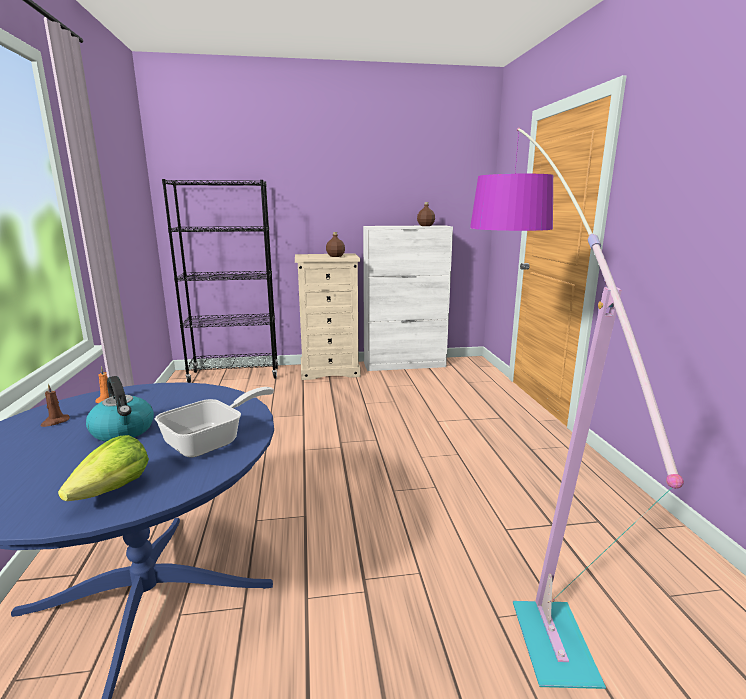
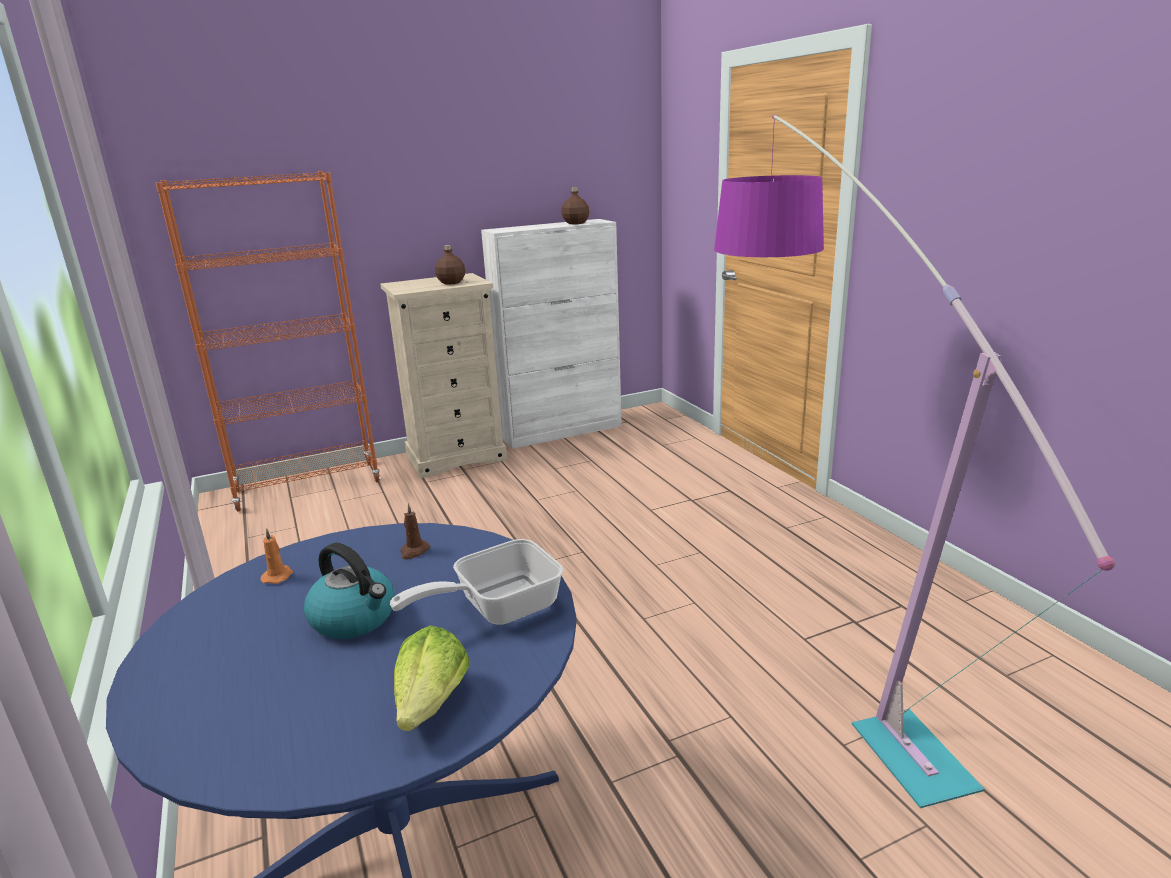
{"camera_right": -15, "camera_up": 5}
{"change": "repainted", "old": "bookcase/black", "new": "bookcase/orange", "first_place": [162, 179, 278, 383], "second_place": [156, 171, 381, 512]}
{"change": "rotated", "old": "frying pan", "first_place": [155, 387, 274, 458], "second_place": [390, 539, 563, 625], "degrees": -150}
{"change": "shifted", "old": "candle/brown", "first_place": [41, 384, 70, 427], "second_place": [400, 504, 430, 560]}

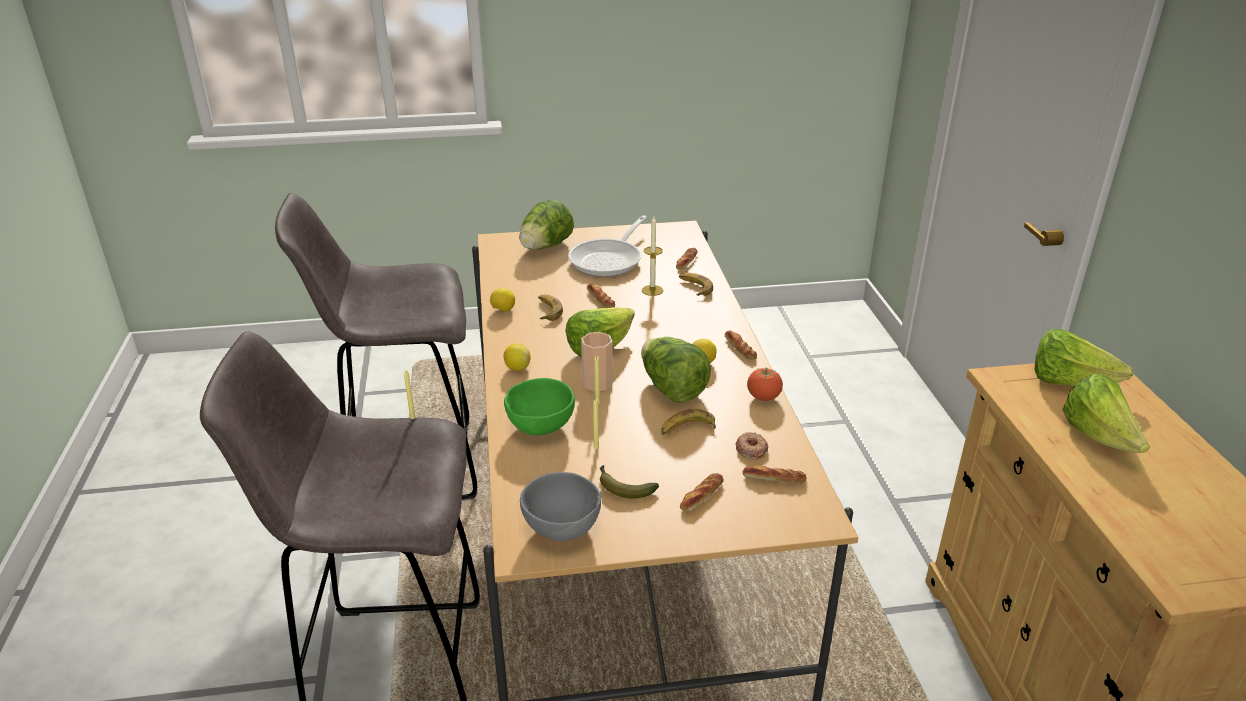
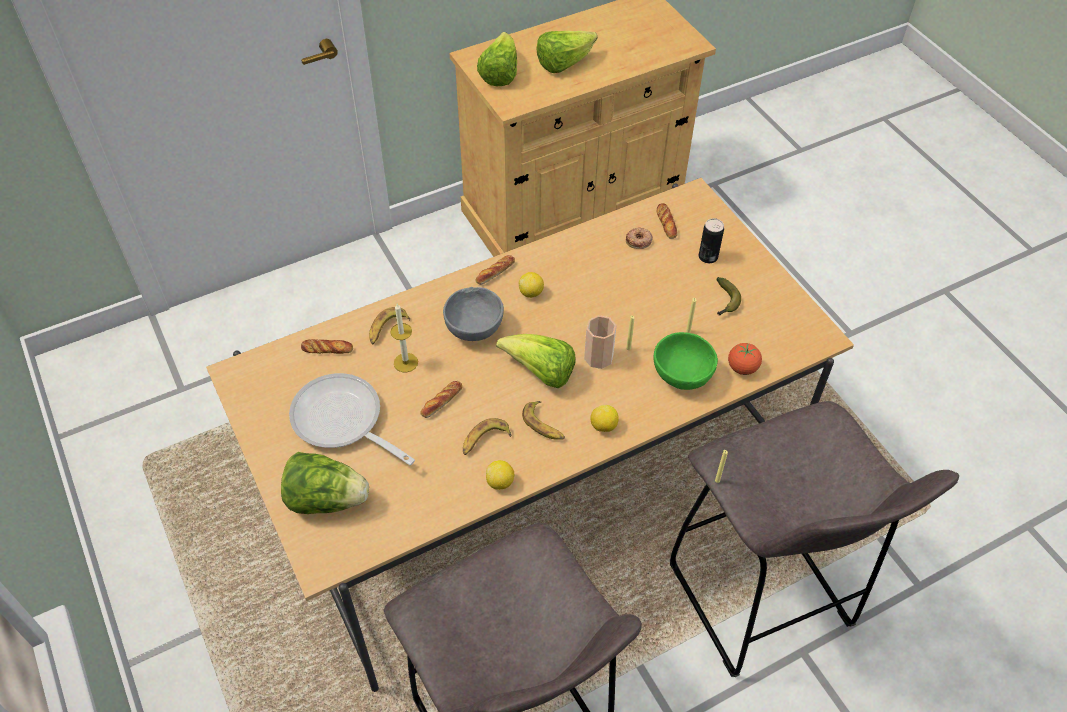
{"camera_right": -110, "camera_up": 20}
{"change": "rotated", "old": "frying pan", "first_place": [568, 215, 647, 277], "second_place": [289, 373, 415, 465], "degrees": -150}
{"change": "shifted", "old": "bowl/grey", "first_place": [520, 472, 601, 541], "second_place": [443, 287, 504, 341]}
{"change": "shifted", "old": "banana", "first_place": [661, 409, 716, 435], "second_place": [522, 401, 565, 440]}
{"change": "swapped", "old": "bread", "new": "can", "first_place": [680, 473, 723, 512], "second_place": [699, 218, 724, 263]}
{"change": "shifted", "old": "tomato", "first_place": [747, 367, 783, 401], "second_place": [728, 343, 762, 375]}
{"change": "gone", "old": "lettuce", "first_place": [641, 337, 711, 403]}

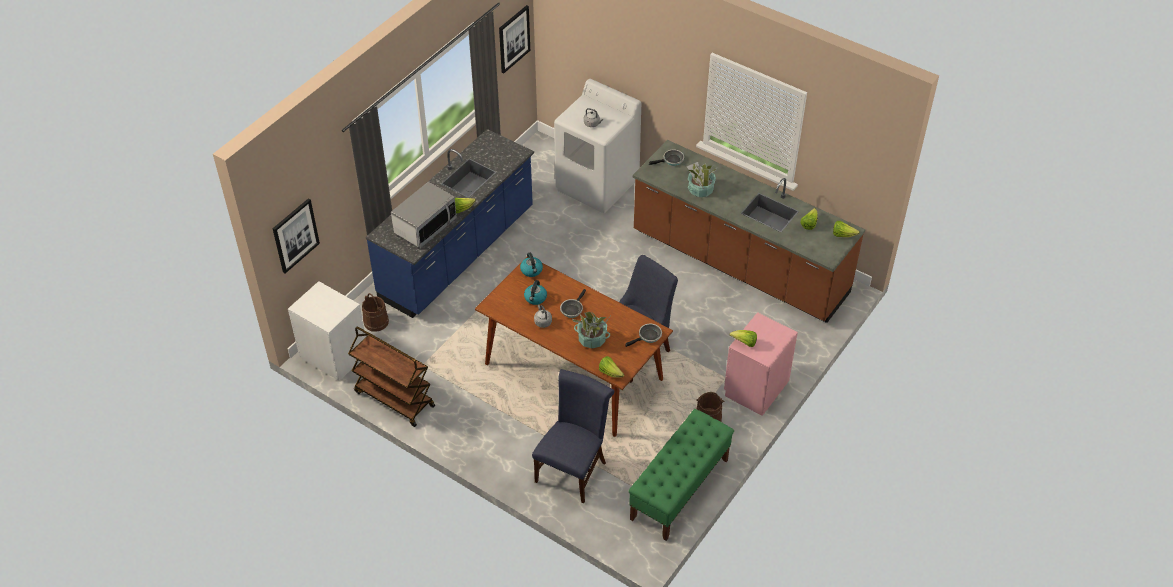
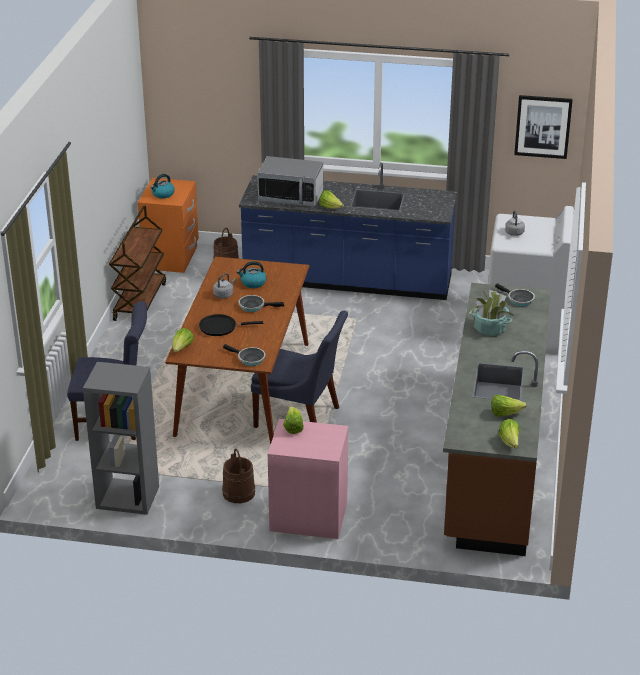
{"camera_right": 65, "camera_up": -15}
{"change": "swapped", "old": "bench/green", "new": "bookcase/grey", "first_place": [629, 409, 734, 541], "second_place": [83, 362, 159, 515]}
{"change": "repainted", "old": "nightstand/white", "new": "nightstand/orange", "first_place": [288, 281, 366, 381], "second_place": [138, 178, 199, 273]}
{"change": "shifted", "old": "kettle", "first_place": [520, 253, 543, 277], "second_place": [150, 174, 175, 199]}
{"change": "swapped", "old": "potted plant", "new": "frying pan/black", "first_place": [572, 312, 610, 348], "second_place": [199, 314, 263, 336]}
{"change": "gone", "old": "picture", "first_place": [272, 198, 320, 273]}

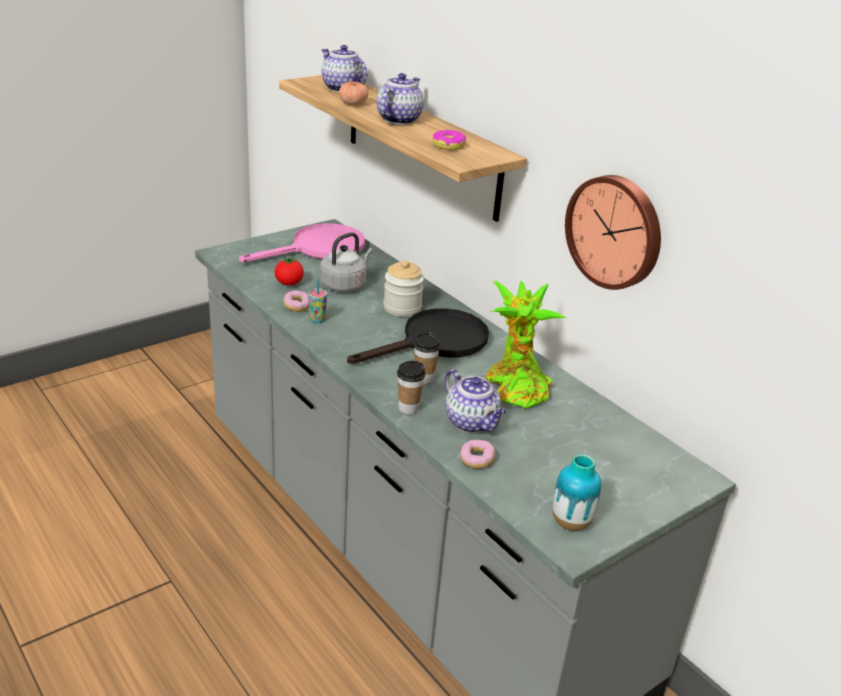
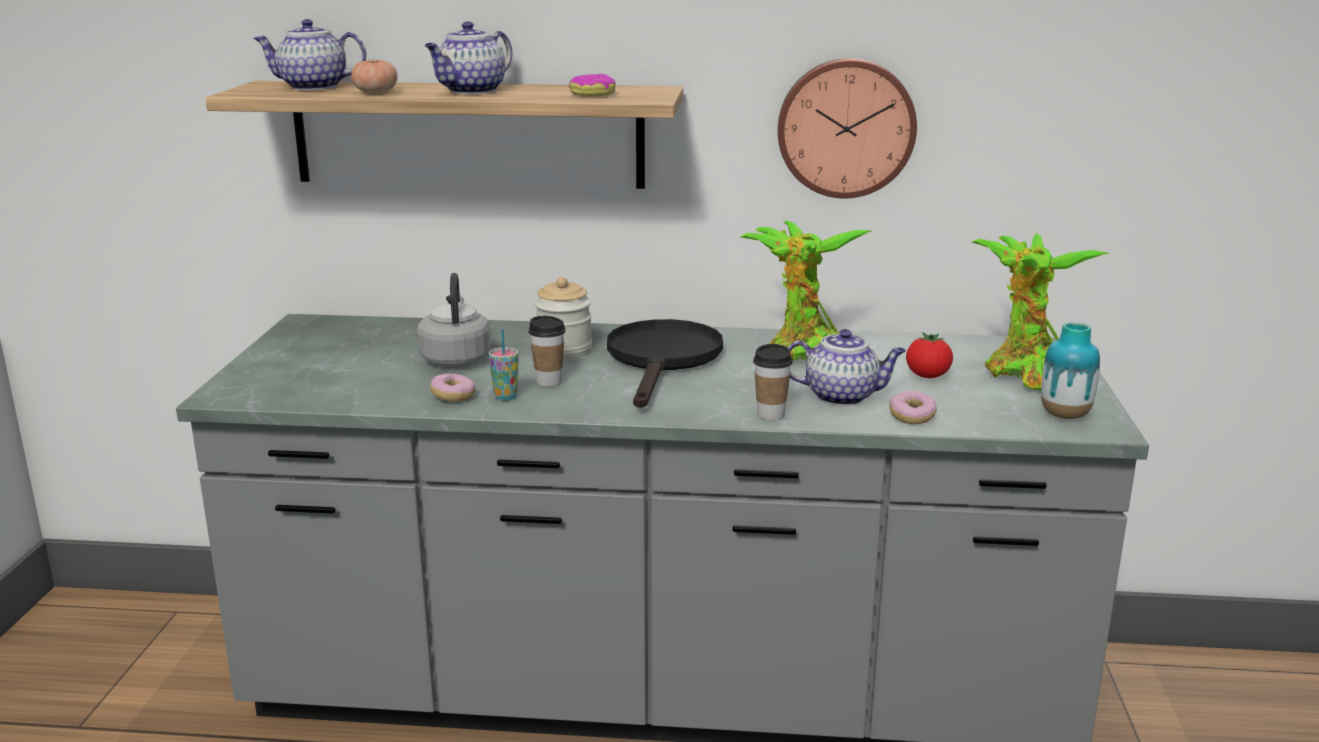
{"camera_right": -45, "camera_up": -10}
{"change": "rotated", "old": "teapot", "first_place": [376, 73, 424, 125], "second_place": [425, 22, 513, 94], "degrees": -120}
{"change": "shifted", "old": "cup", "first_place": [414, 332, 440, 384], "second_place": [529, 315, 565, 386]}
{"change": "shifted", "old": "tomato", "first_place": [275, 256, 304, 286], "second_place": [906, 332, 953, 378]}
{"change": "new", "new": "potted plant", "second_place": [972, 233, 1109, 390]}
{"change": "gone", "old": "frying pan/pink", "first_place": [239, 223, 365, 262]}

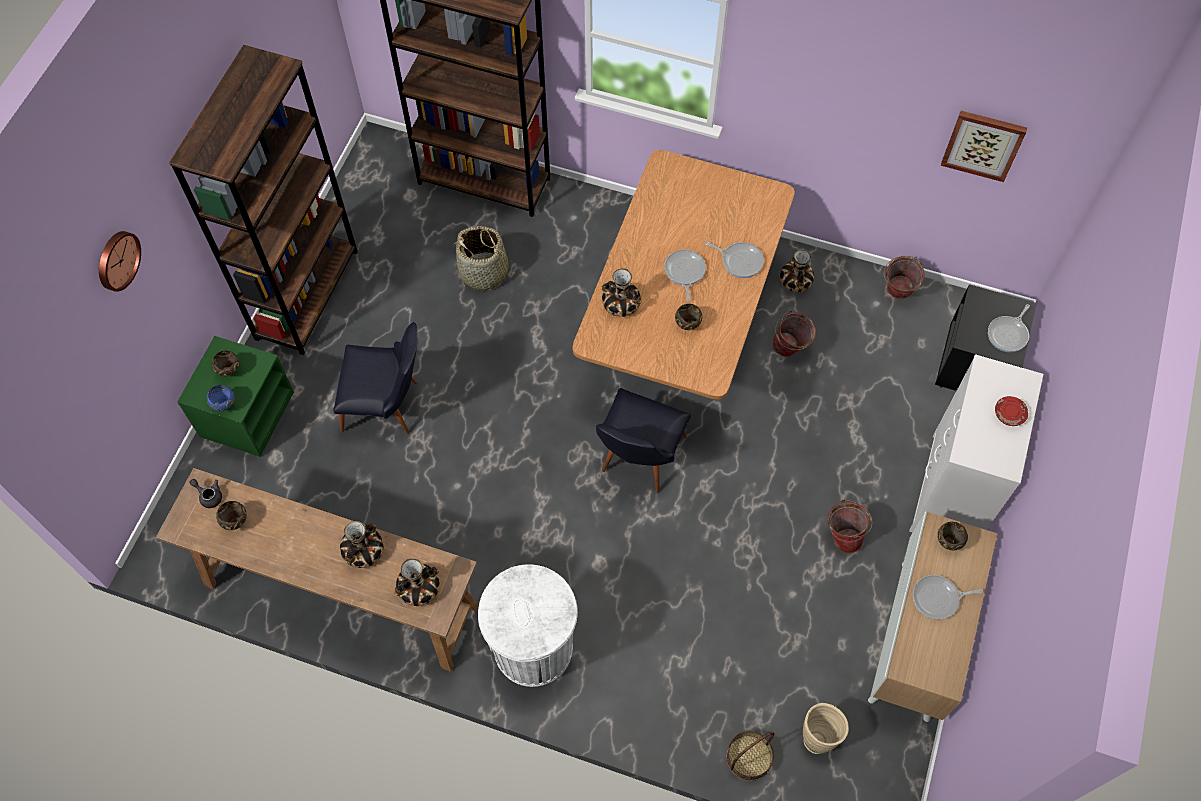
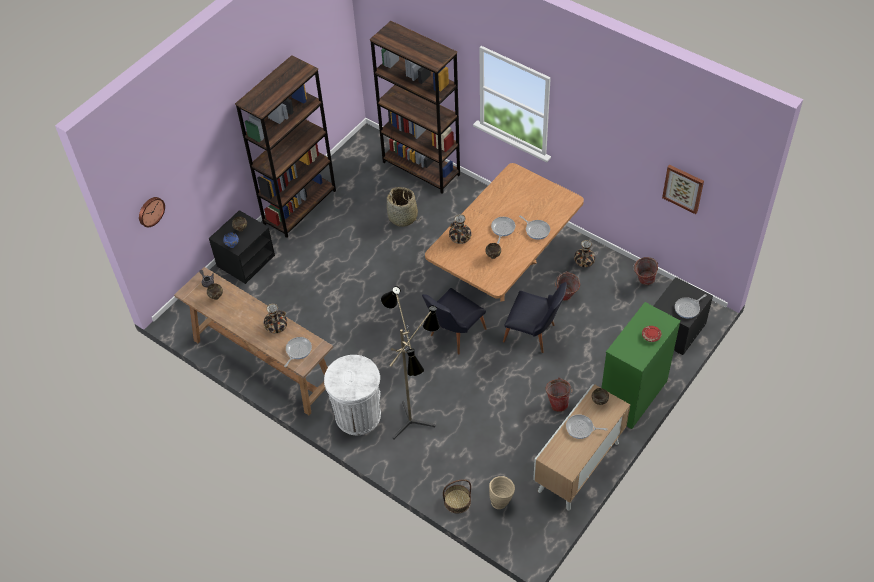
{"camera_right": 20, "camera_up": -10}
{"change": "shifted", "old": "wall clock", "first_place": [99, 231, 141, 292], "second_place": [139, 197, 165, 227]}
{"change": "repainted", "old": "nightstand/green", "new": "nightstand/black", "first_place": [177, 336, 294, 457], "second_place": [209, 210, 275, 284]}
{"change": "swapped", "old": "vase", "new": "frying pan", "first_place": [394, 559, 440, 606], "second_place": [284, 337, 312, 367]}
{"change": "new", "new": "floor lamp", "second_place": [381, 286, 440, 440]}
{"change": "shifted", "old": "chair/black", "first_place": [333, 322, 417, 435], "second_place": [503, 282, 567, 353]}
{"change": "repainted", "old": "dresser/white", "new": "dresser/green", "first_place": [909, 354, 1043, 532], "second_place": [602, 302, 681, 429]}

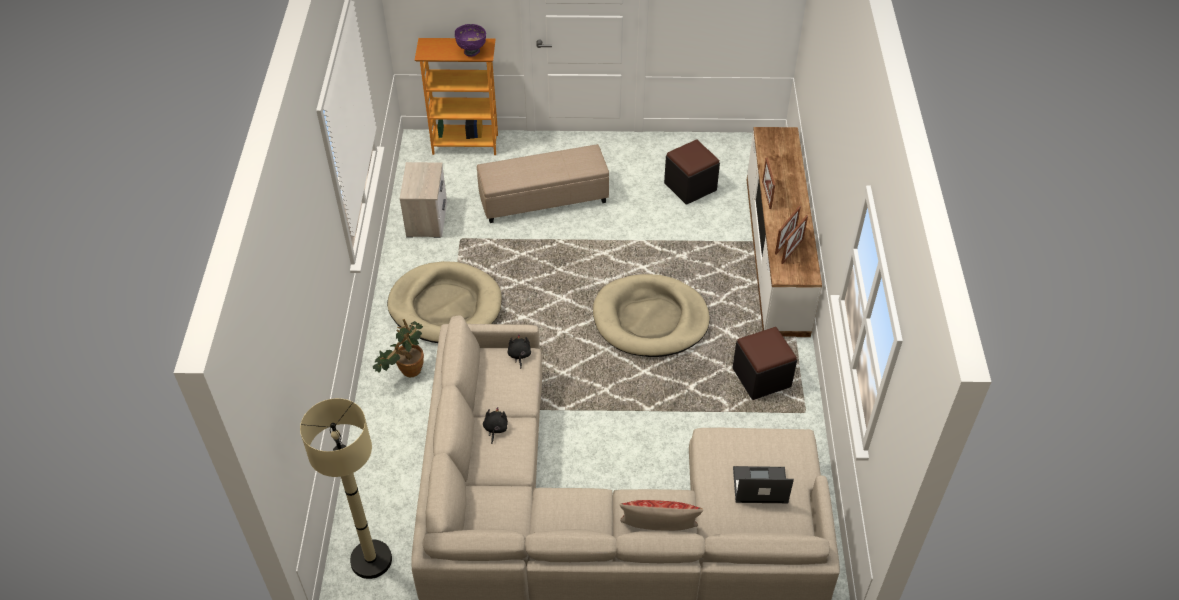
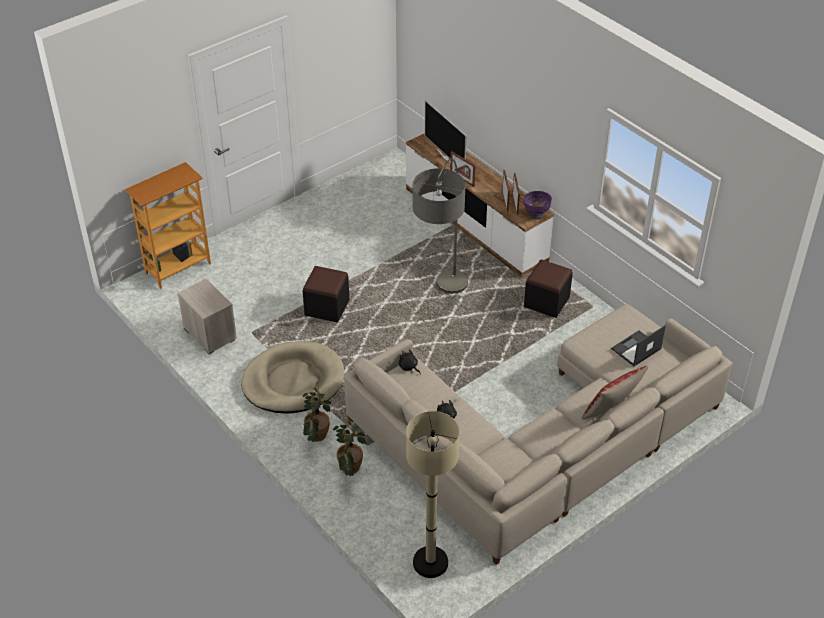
{"camera_right": -40, "camera_up": -5}
{"change": "shifted", "old": "ottoman/black", "first_place": [664, 140, 720, 205], "second_place": [303, 266, 349, 322]}
{"change": "new", "new": "potted plant", "second_place": [333, 420, 365, 476]}
{"change": "swapped", "old": "dog bed/beige", "new": "floor lamp", "first_place": [593, 274, 710, 357], "second_place": [413, 159, 468, 293]}
{"change": "new", "new": "television", "second_place": [425, 100, 466, 162]}
{"change": "shifted", "old": "bowl/purple", "first_place": [455, 24, 486, 57], "second_place": [523, 191, 552, 219]}
{"change": "gone", "old": "ottoman/beige", "first_place": [477, 144, 609, 223]}

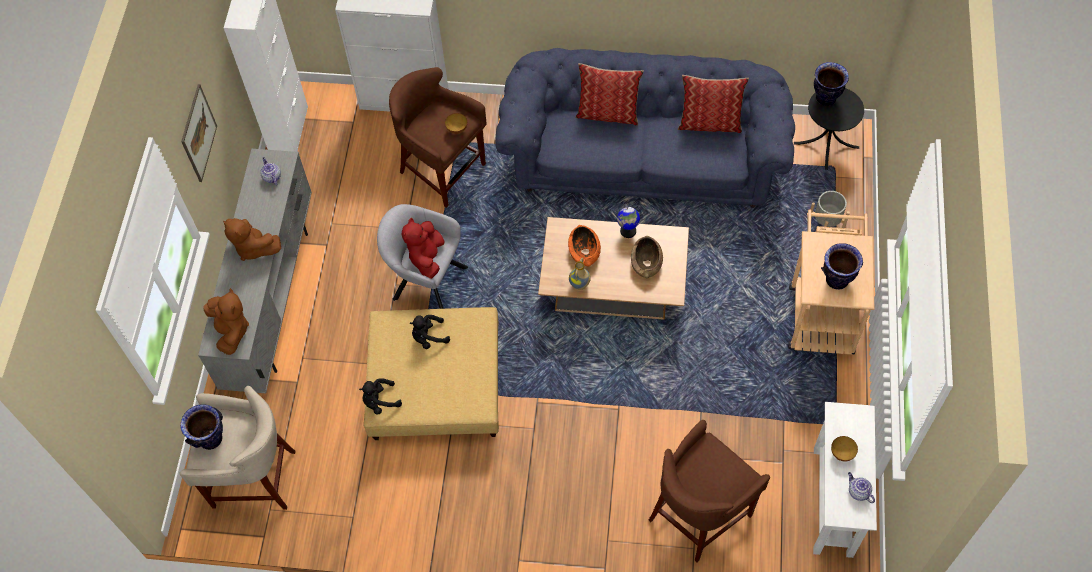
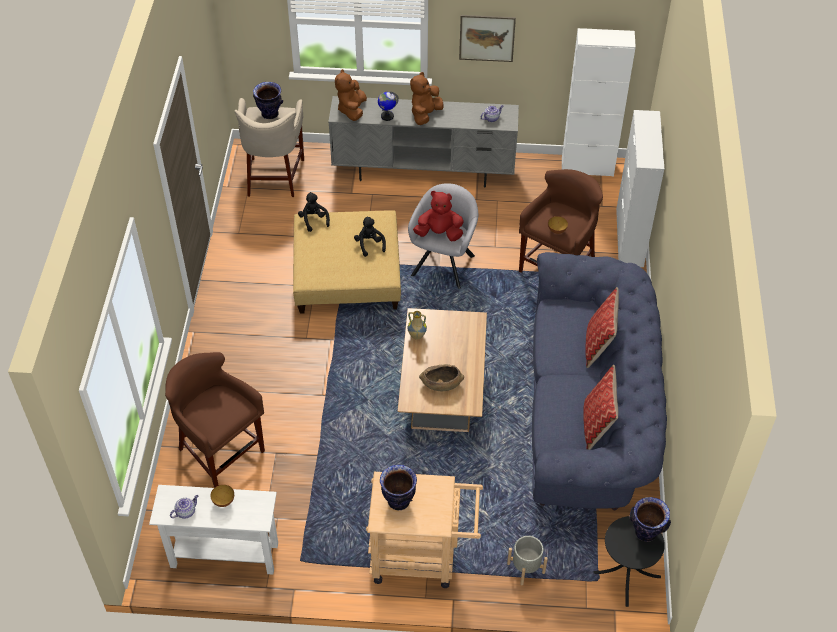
{"camera_right": 85, "camera_up": -10}
{"change": "rotated", "old": "plush toy/brown", "first_place": [203, 288, 249, 355], "second_place": [335, 69, 367, 121], "degrees": 120}
{"change": "shifted", "old": "globe", "first_place": [617, 204, 640, 238], "second_place": [378, 92, 399, 121]}
{"change": "gone", "old": "bowl/orange", "first_place": [568, 225, 601, 266]}

